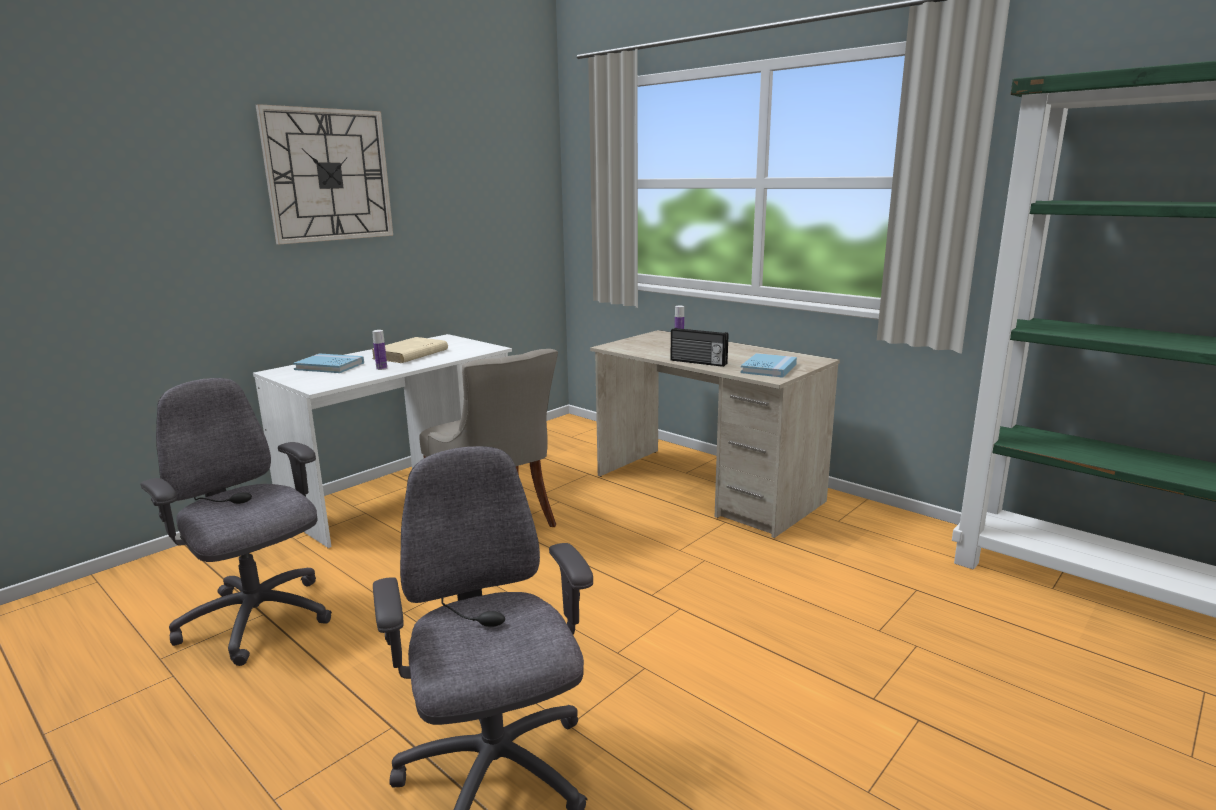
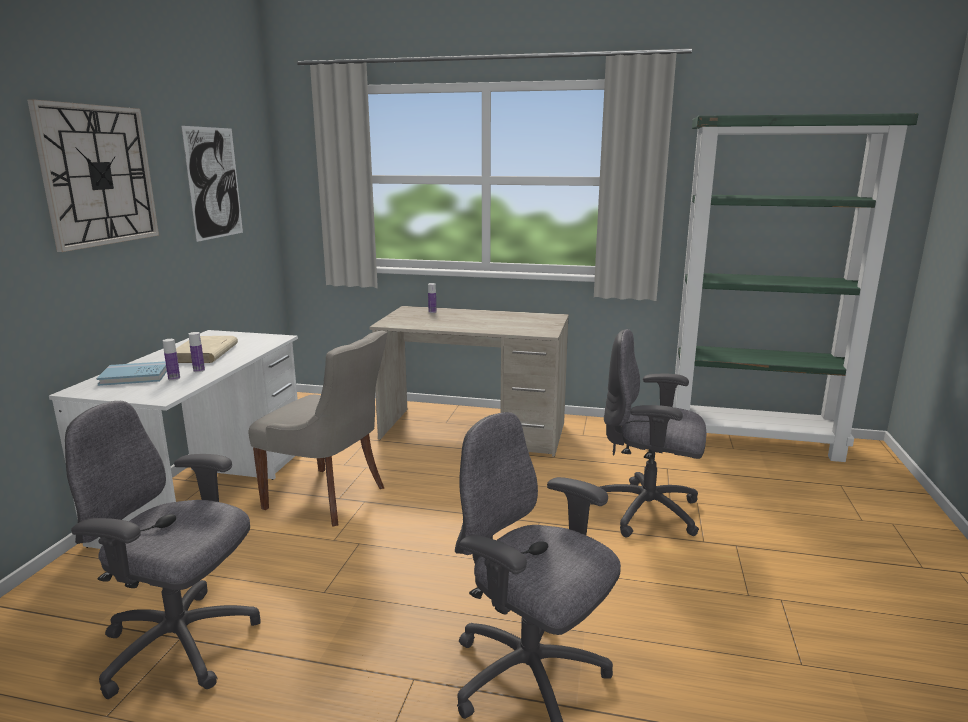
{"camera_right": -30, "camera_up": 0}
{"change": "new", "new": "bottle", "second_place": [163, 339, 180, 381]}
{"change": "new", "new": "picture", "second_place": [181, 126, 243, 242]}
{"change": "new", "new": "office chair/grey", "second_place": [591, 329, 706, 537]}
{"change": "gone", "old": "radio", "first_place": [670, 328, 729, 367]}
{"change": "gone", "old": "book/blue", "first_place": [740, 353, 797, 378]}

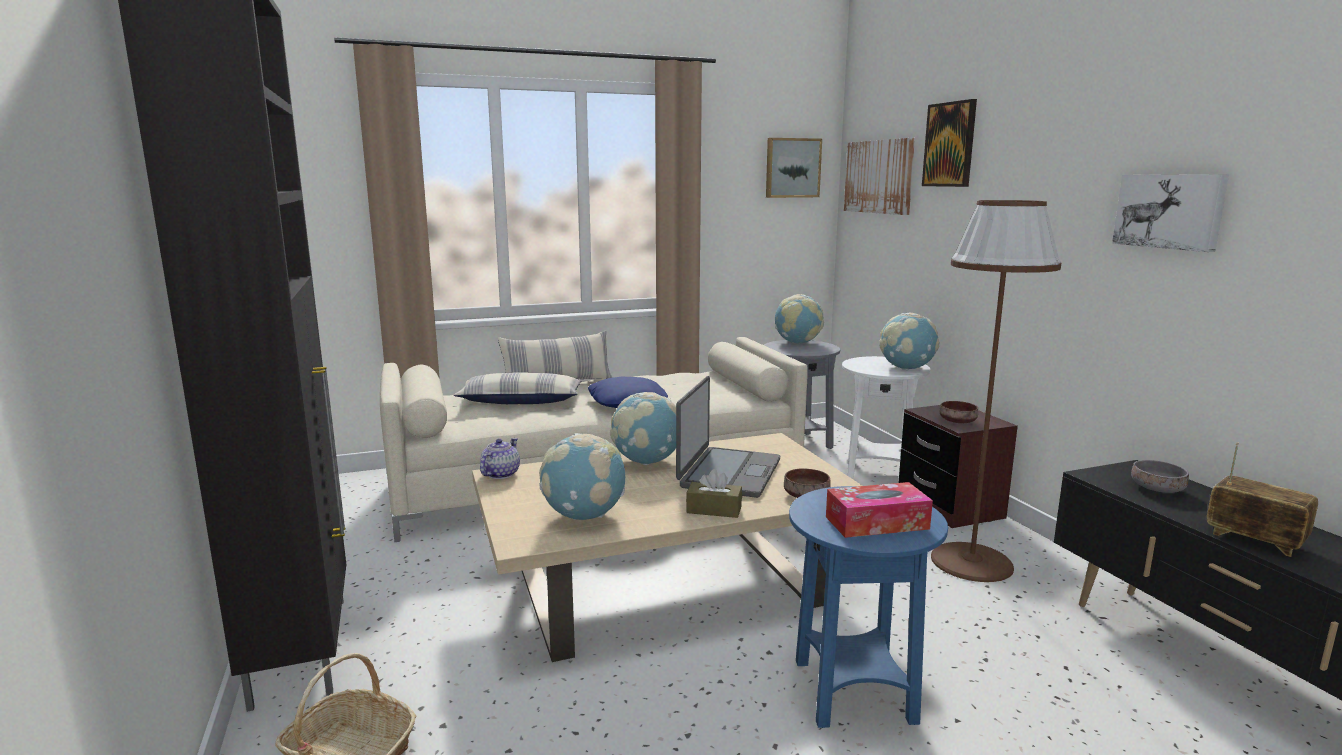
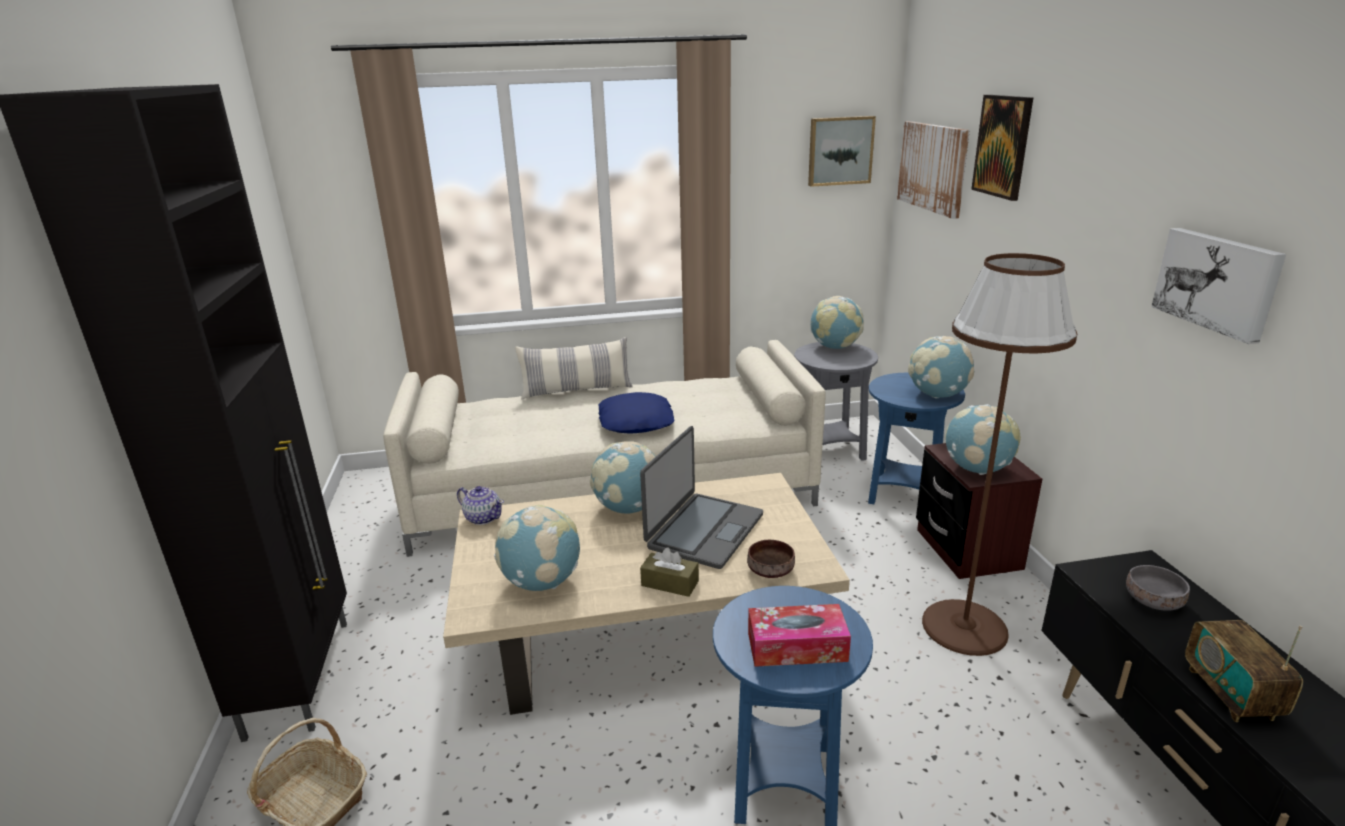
{"camera_right": 10, "camera_up": 10}
{"change": "rotated", "old": "teapot", "first_place": [480, 438, 520, 479], "second_place": [457, 486, 504, 525], "degrees": 90}
{"change": "repainted", "old": "side table/white", "new": "side table/blue", "first_place": [842, 356, 930, 479], "second_place": [868, 373, 965, 504]}
{"change": "swapped", "old": "bowl/brown", "new": "globe", "first_place": [940, 401, 978, 423], "second_place": [945, 404, 1021, 475]}
{"change": "rotated", "old": "radio", "first_place": [1207, 442, 1318, 557], "second_place": [1185, 620, 1303, 722], "degrees": -150}
{"change": "gone", "old": "pillow", "first_place": [453, 372, 582, 404]}

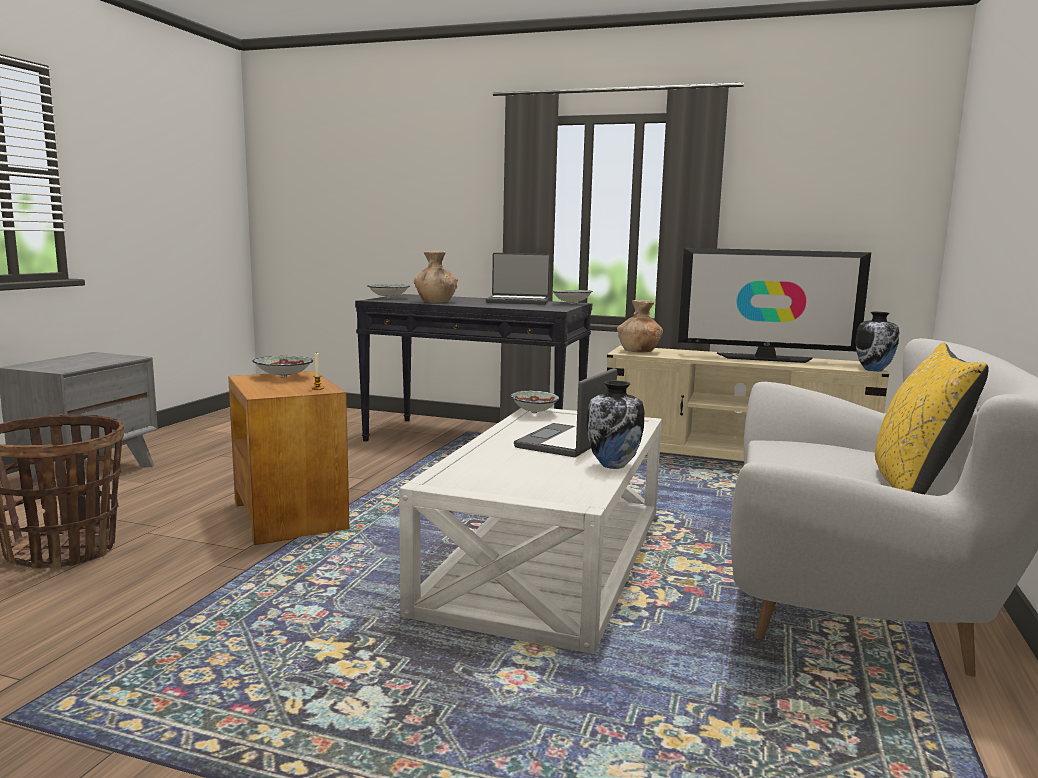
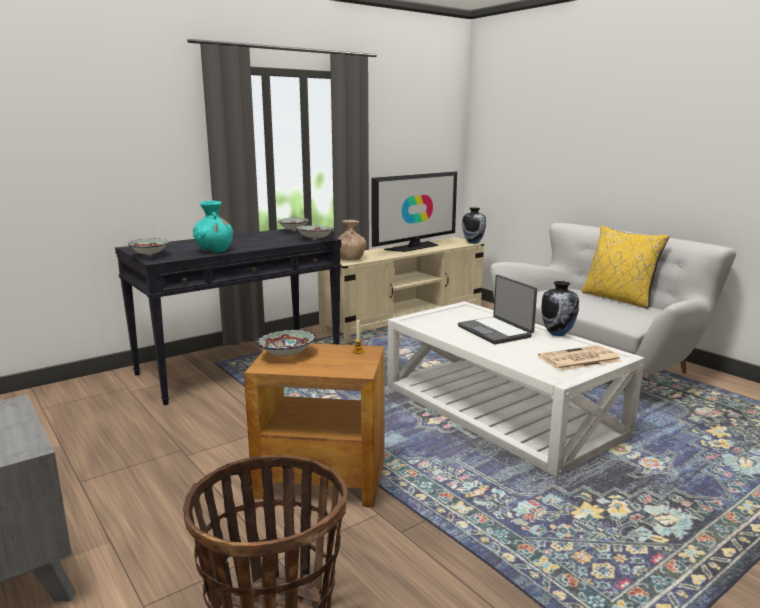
{"camera_right": -55, "camera_up": 5}
{"change": "repainted", "old": "vase/brown", "new": "vase/turquoise", "first_place": [414, 251, 458, 303], "second_place": [193, 201, 234, 253]}
{"change": "shifted", "old": "bowl", "first_place": [511, 390, 559, 413], "second_place": [296, 226, 334, 240]}
{"change": "new", "new": "newspaper", "second_place": [538, 345, 621, 371]}
{"change": "gone", "old": "laptop", "first_place": [486, 253, 550, 305]}

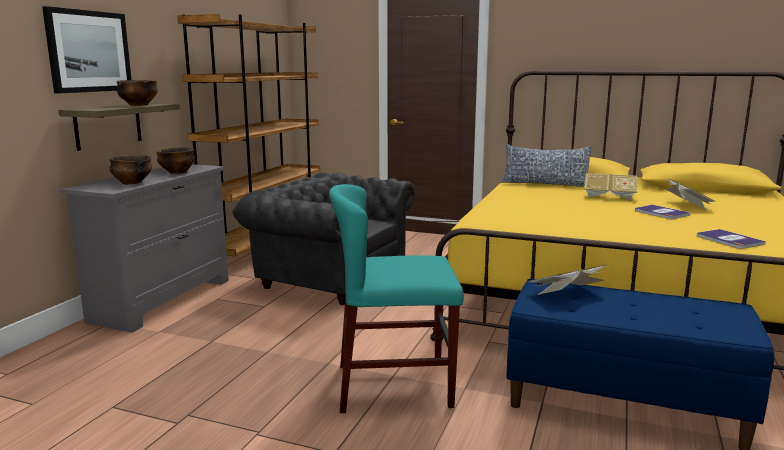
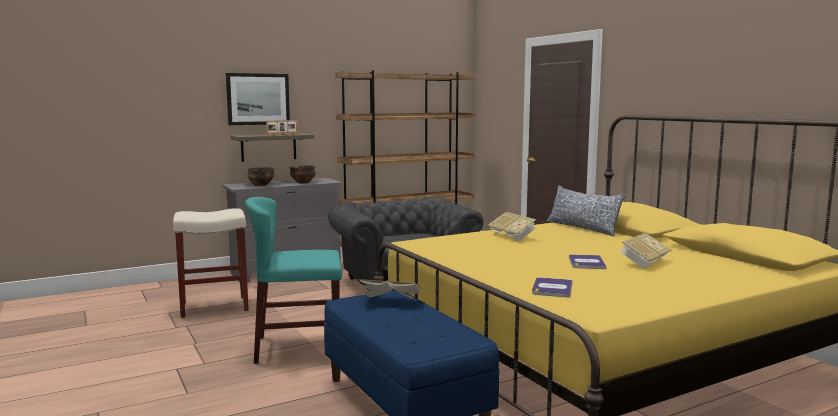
{"camera_right": 40, "camera_up": -5}
{"change": "new", "new": "stool/beige", "second_place": [173, 208, 249, 318]}
{"change": "rotated", "old": "chair/turquoise", "first_place": [329, 184, 464, 413], "second_place": [245, 197, 342, 364], "degrees": -45}
{"change": "swapped", "old": "bowl", "new": "picture frame", "first_place": [116, 80, 158, 106], "second_place": [266, 120, 298, 135]}
{"change": "shifted", "old": "book", "first_place": [584, 173, 637, 200], "second_place": [487, 212, 536, 241]}

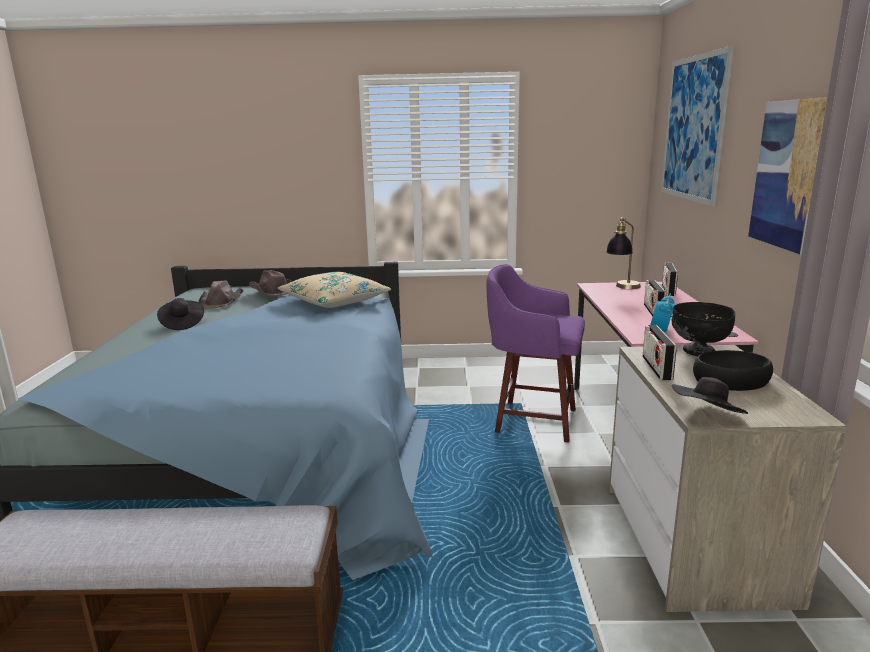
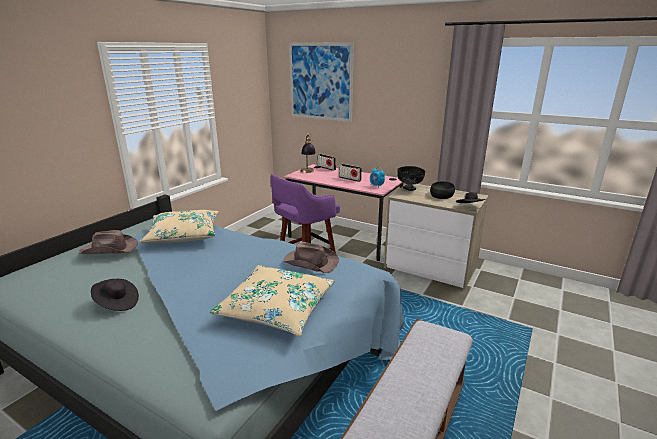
{"camera_right": -60, "camera_up": 5}
{"change": "new", "new": "pillow/beige", "second_place": [210, 265, 335, 336]}
{"change": "shifted", "old": "hat/brown", "first_place": [198, 280, 243, 309], "second_place": [283, 242, 339, 273]}
{"change": "gone", "old": "radio", "first_place": [642, 325, 677, 380]}
{"change": "gone", "old": "picture", "first_place": [748, 97, 827, 255]}

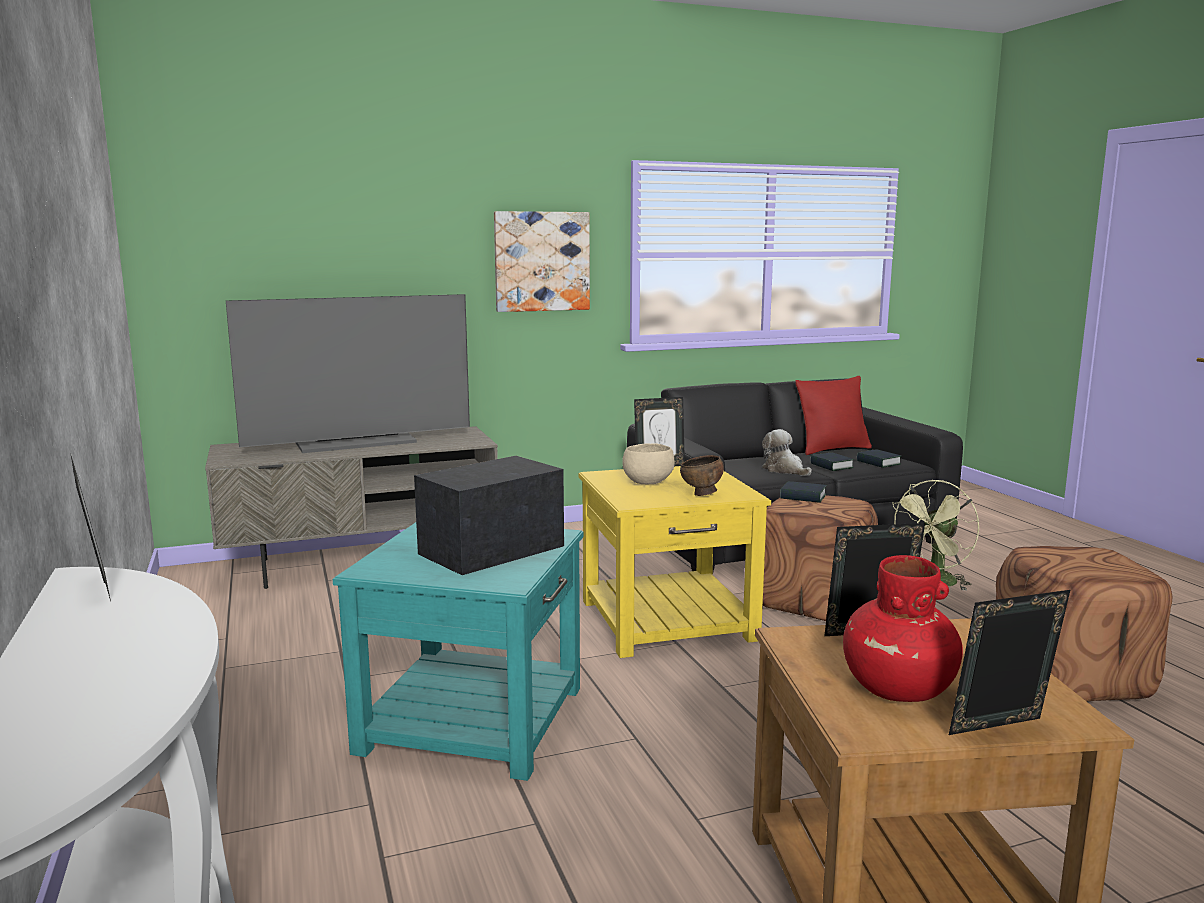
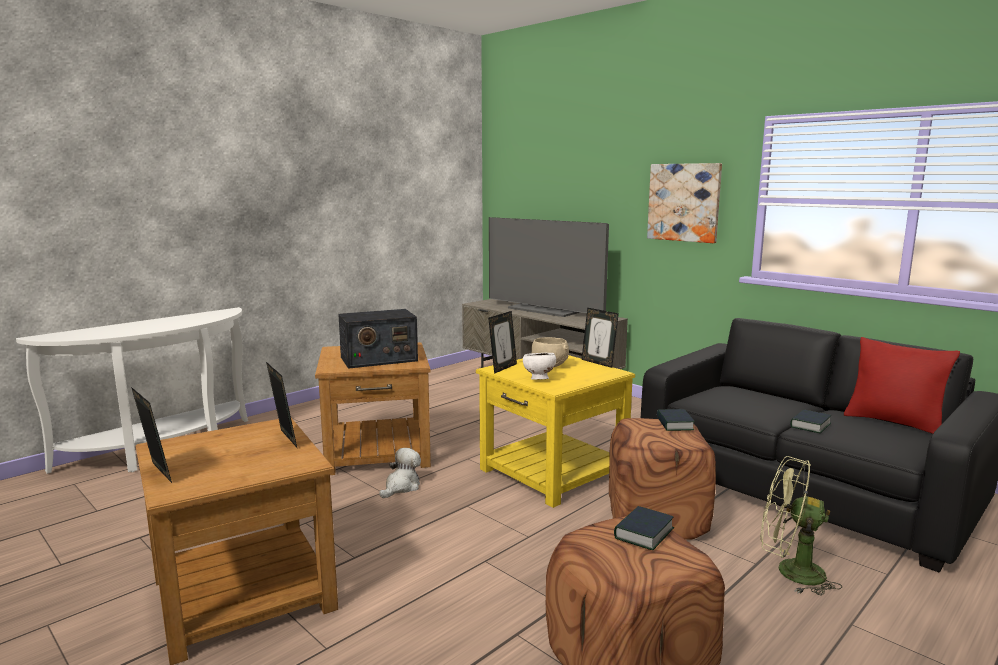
{"camera_right": 65, "camera_up": 0}
{"change": "repainted", "old": "side table/turquoise", "new": "side table/brown", "first_place": [333, 522, 584, 781], "second_place": [315, 342, 431, 475]}
{"change": "rotated", "old": "radio", "first_place": [414, 456, 564, 575], "second_place": [338, 309, 418, 369], "degrees": 135}
{"change": "shifted", "old": "plush toy", "first_place": [762, 429, 812, 476], "second_place": [379, 448, 421, 498]}
{"change": "shifted", "old": "picture frame", "first_place": [70, 453, 111, 601], "second_place": [488, 311, 517, 374]}
{"change": "repainted", "old": "bowl/brown", "new": "bowl/white", "first_place": [680, 455, 724, 496], "second_place": [523, 353, 556, 380]}
{"change": "shifted", "old": "book", "first_place": [857, 449, 901, 468], "second_place": [614, 506, 674, 550]}
{"change": "gone", "old": "vase/red", "first_place": [843, 555, 963, 702]}

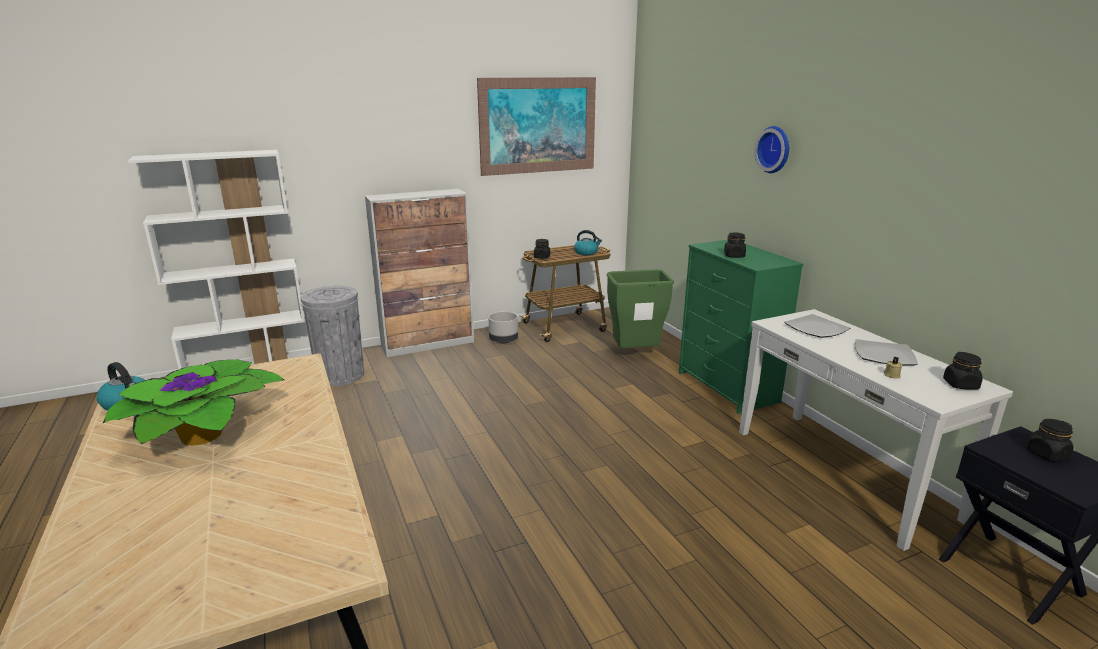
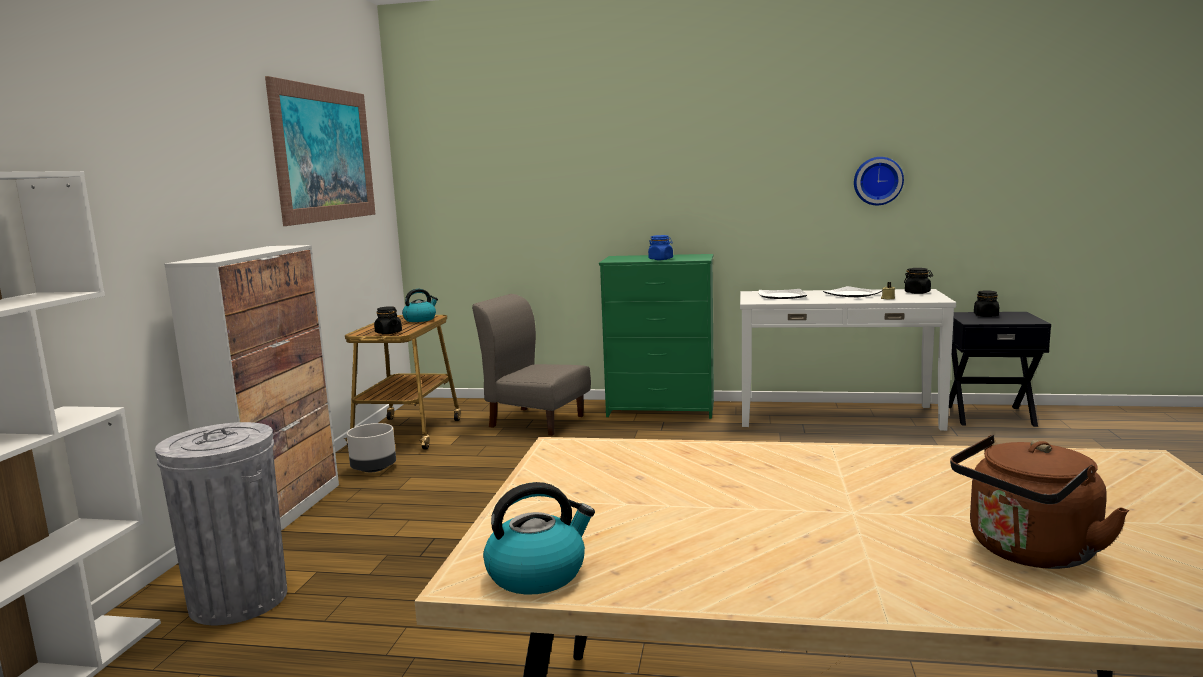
{"camera_right": -55, "camera_up": -10}
{"change": "swapped", "old": "trash can/green", "new": "chair/grey", "first_place": [606, 269, 674, 348], "second_place": [472, 294, 591, 436]}
{"change": "repainted", "old": "jar/black", "new": "jar/blue", "first_place": [724, 232, 746, 258], "second_place": [648, 235, 673, 260]}
{"change": "shifted", "old": "wall clock", "first_place": [754, 126, 789, 173], "second_place": [854, 157, 904, 205]}
{"change": "new", "new": "kettle/brown", "second_place": [950, 435, 1129, 569]}
{"change": "gone", "old": "potted plant", "first_place": [103, 359, 284, 446]}

